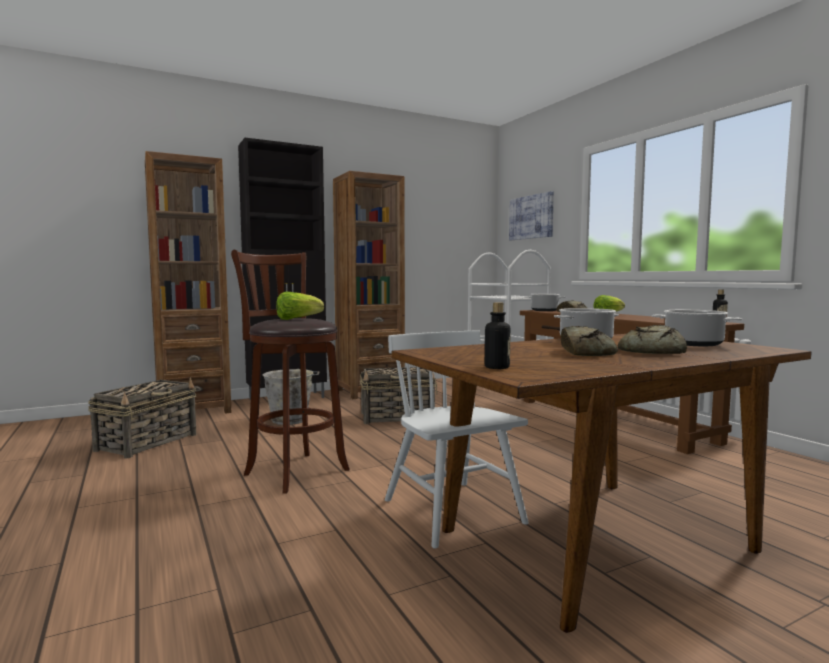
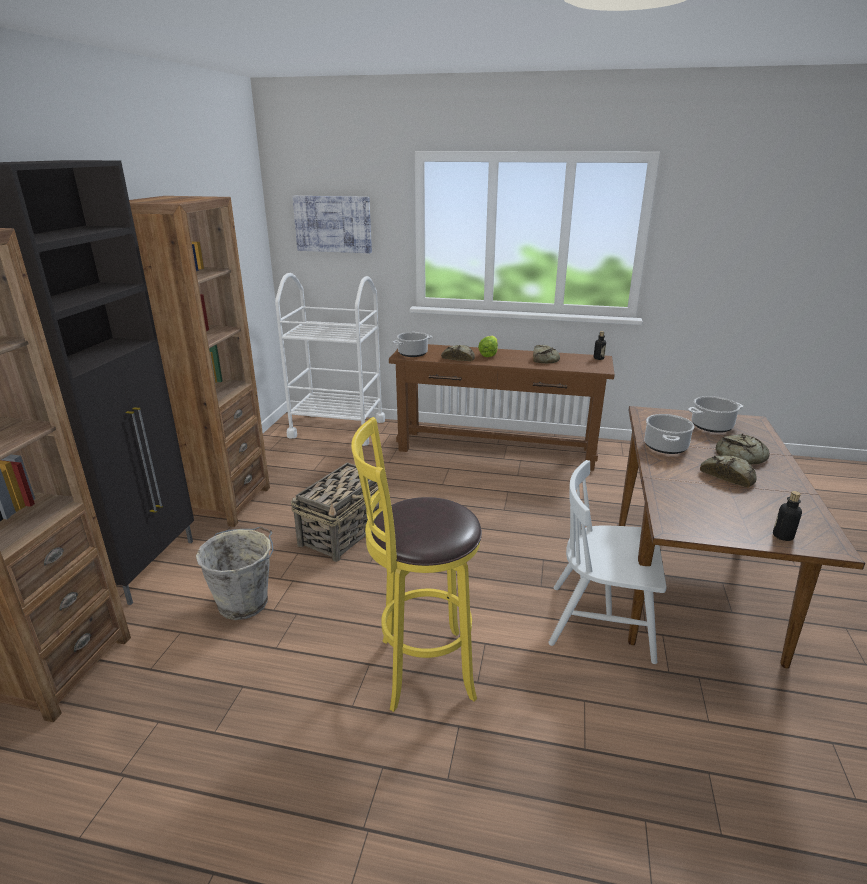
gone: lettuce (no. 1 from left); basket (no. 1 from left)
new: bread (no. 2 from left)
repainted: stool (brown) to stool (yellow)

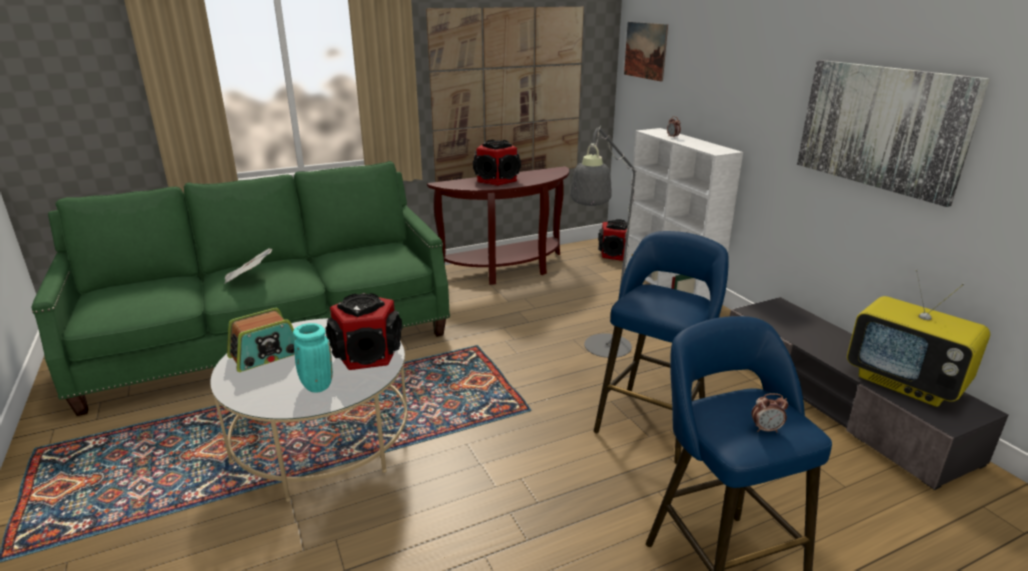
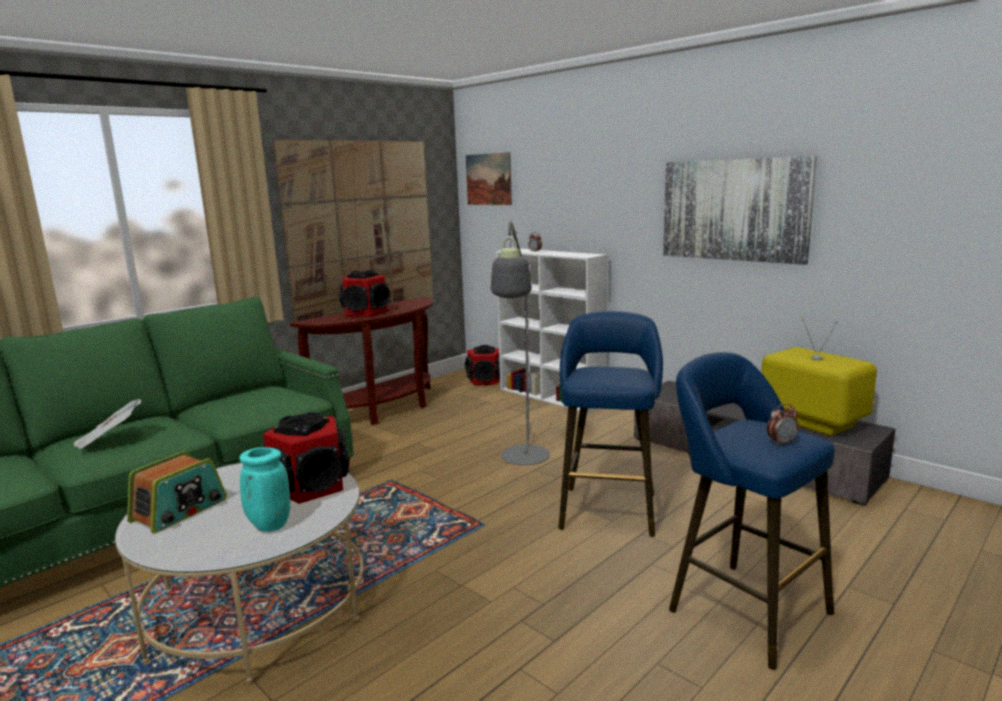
rotated: television 150 degrees counterclockwise

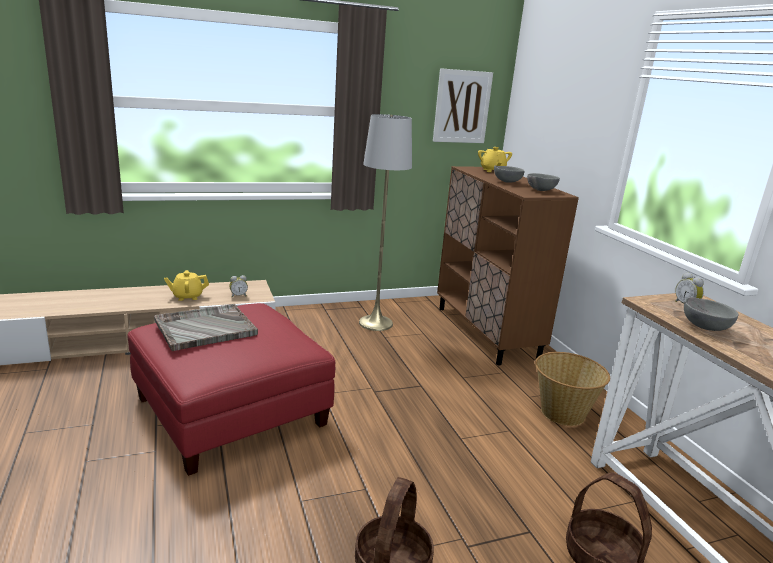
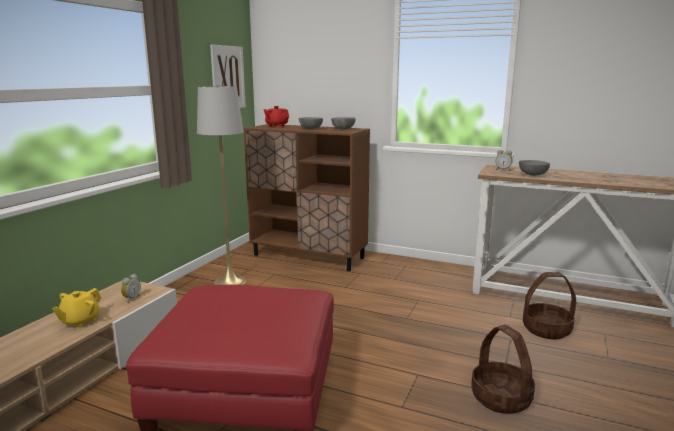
gone: tray (grey); basket (no. 2 from left)
repainted: teapot (yellow) (no. 2 from left) to teapot (red)

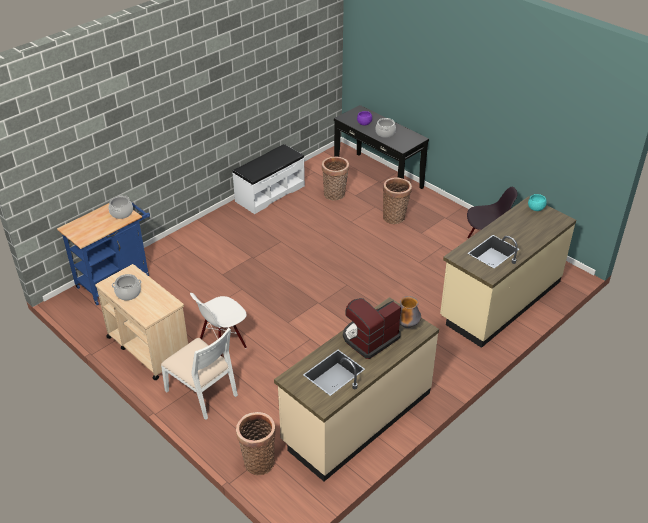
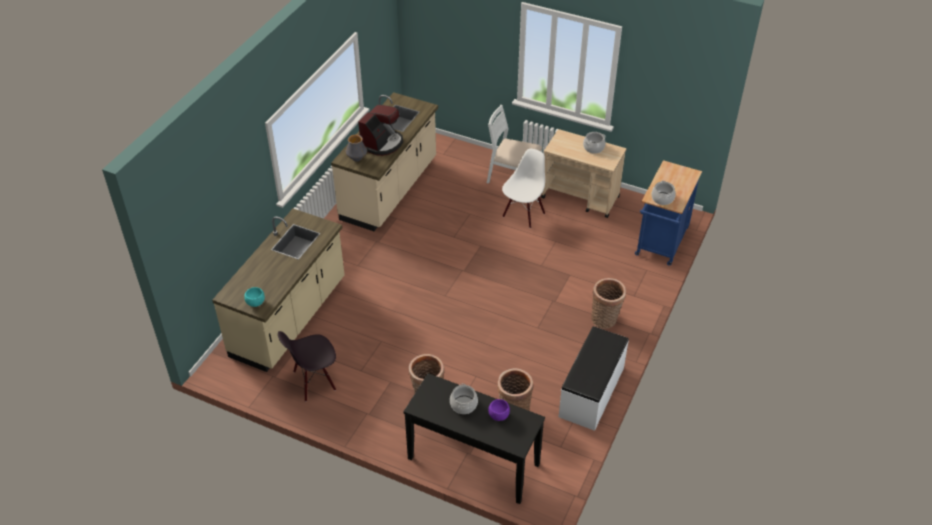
shifted: basket (no. 1 from left in the first image) to basket (no. 3 from left)

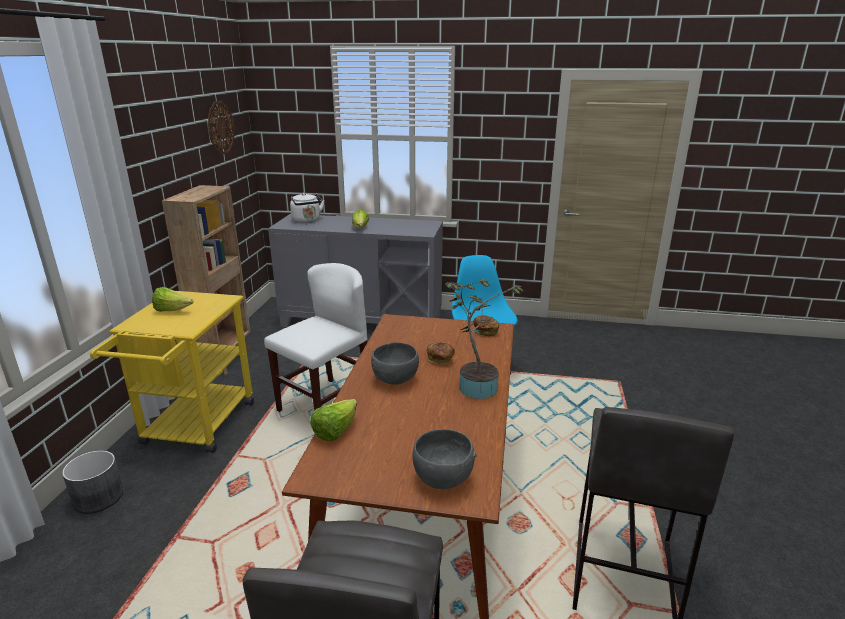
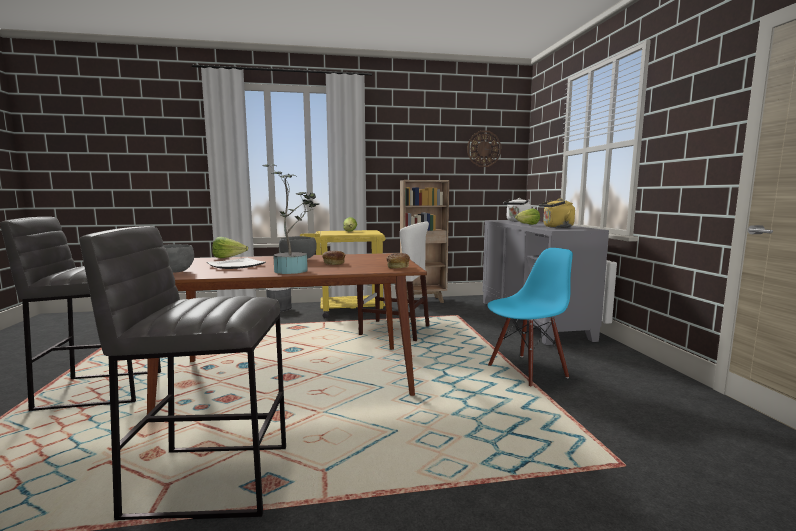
new: kettle (yellow); plate

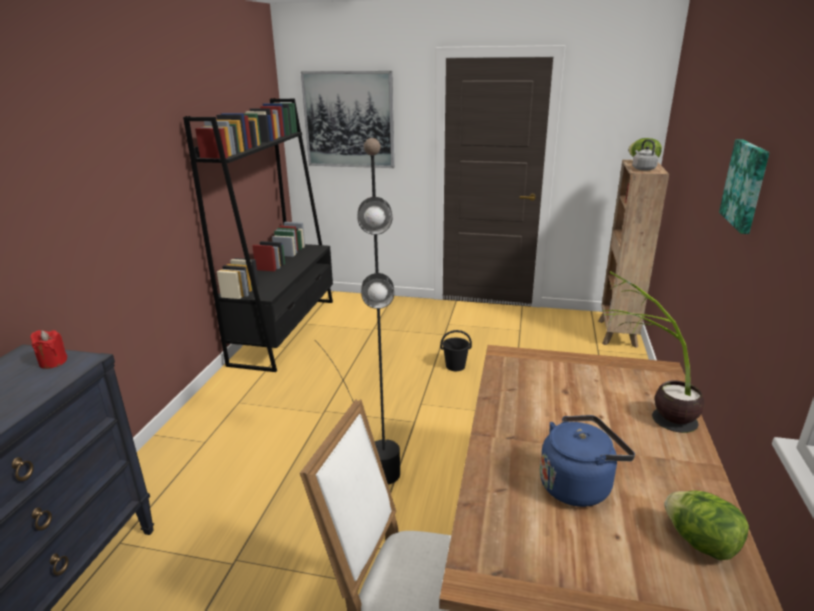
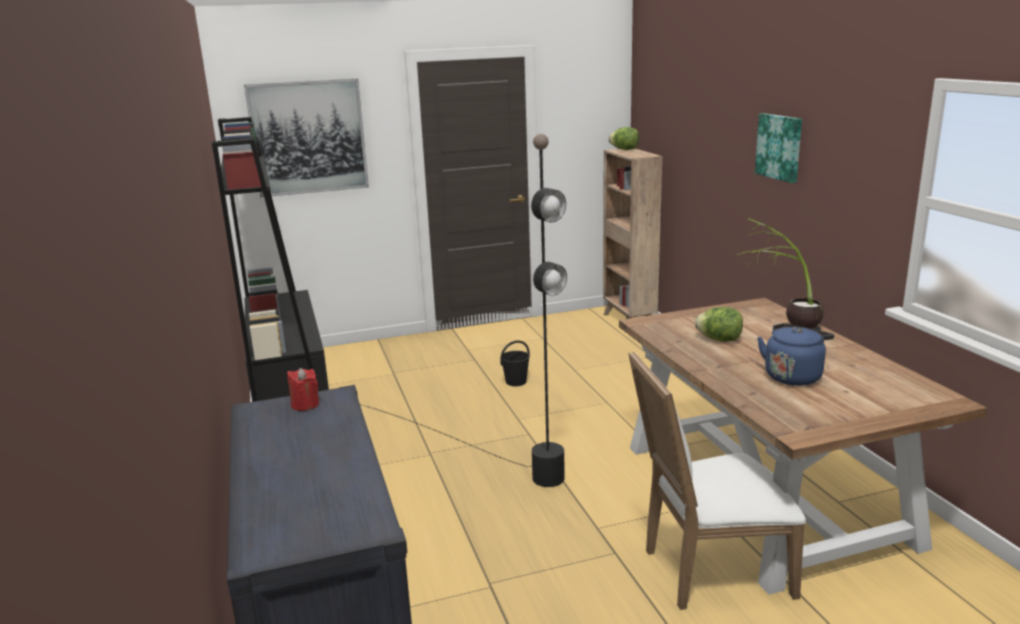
gone: kettle (grey)
shifted: lettuce (no. 2 from left)

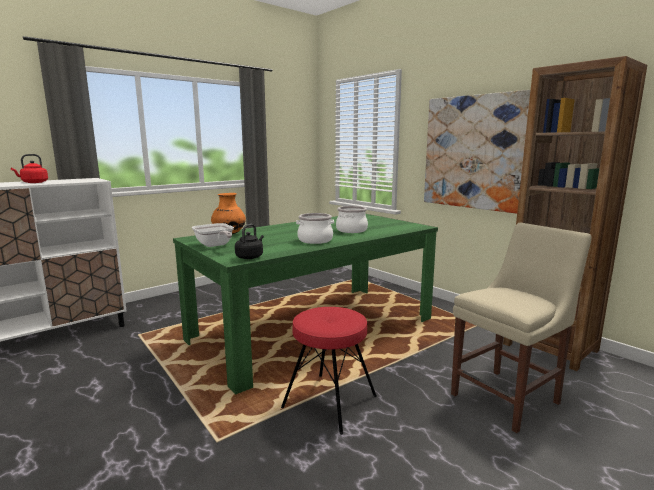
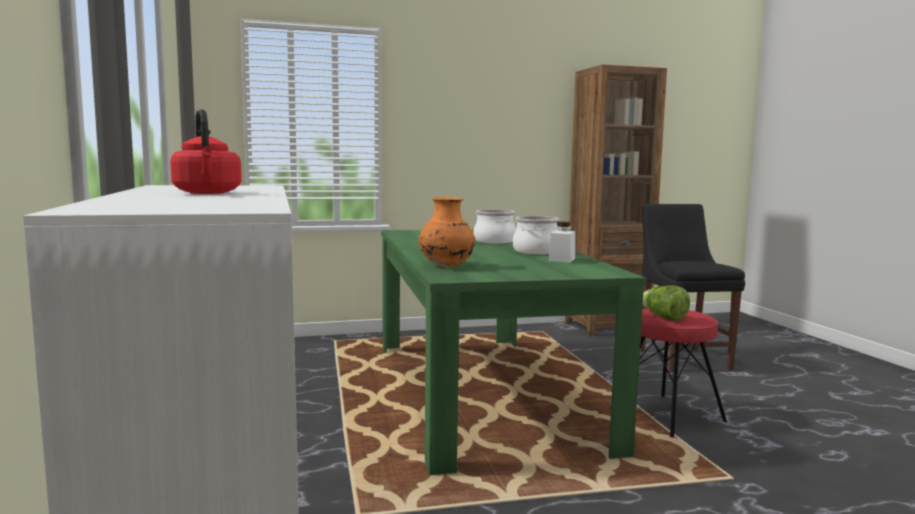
gone: picture; frying pan; kettle (black)
new: jar (white); lettuce
repainted: chair (beige) to chair (black)

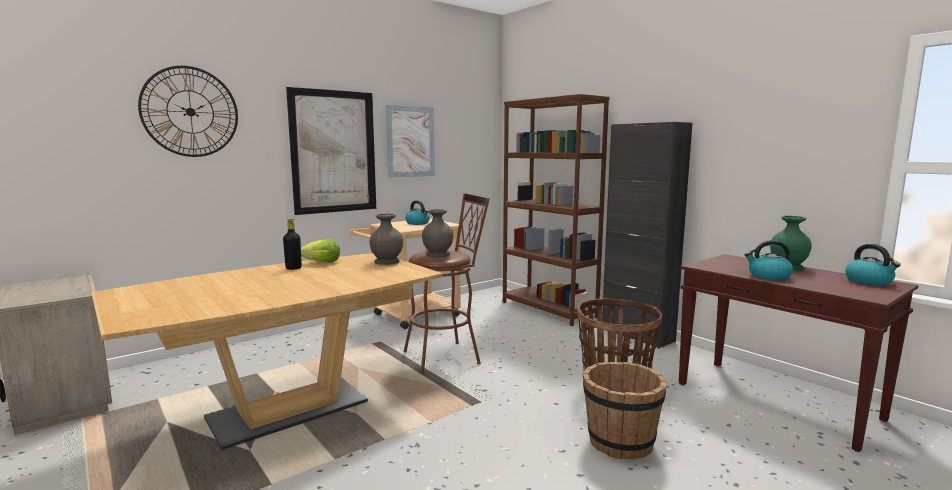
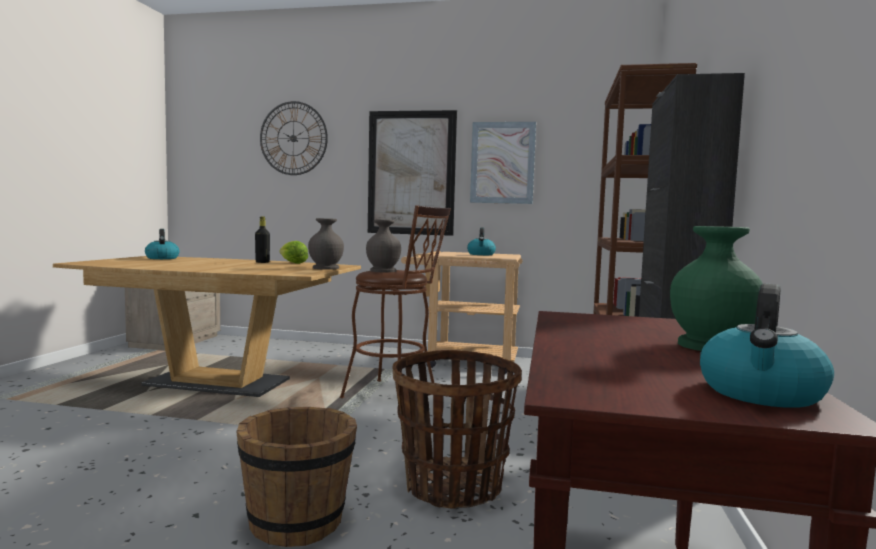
shifted: kettle (no. 2 from left in the first image) to kettle (no. 1 from left)

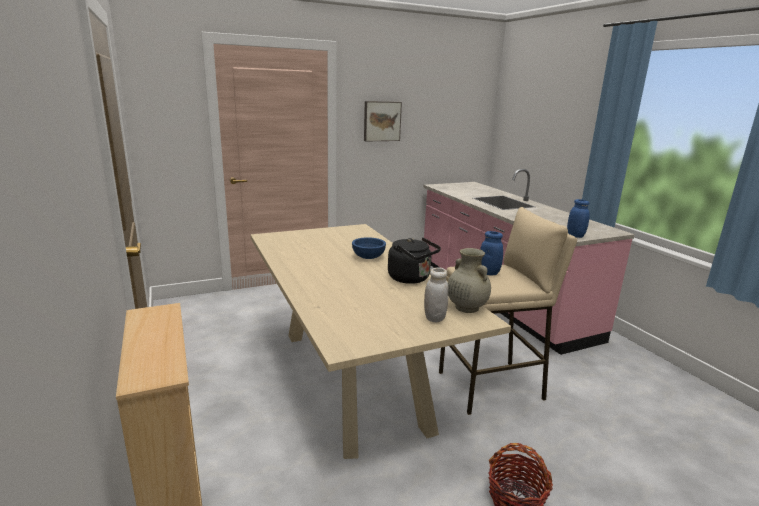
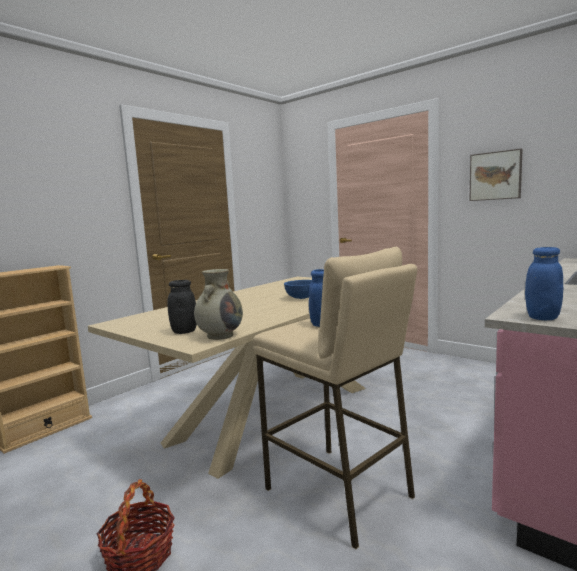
gone: kettle (black)
repainted: jar (white) to jar (black)

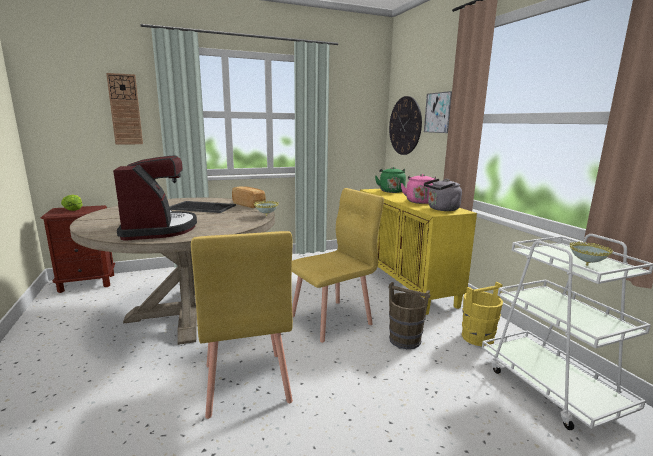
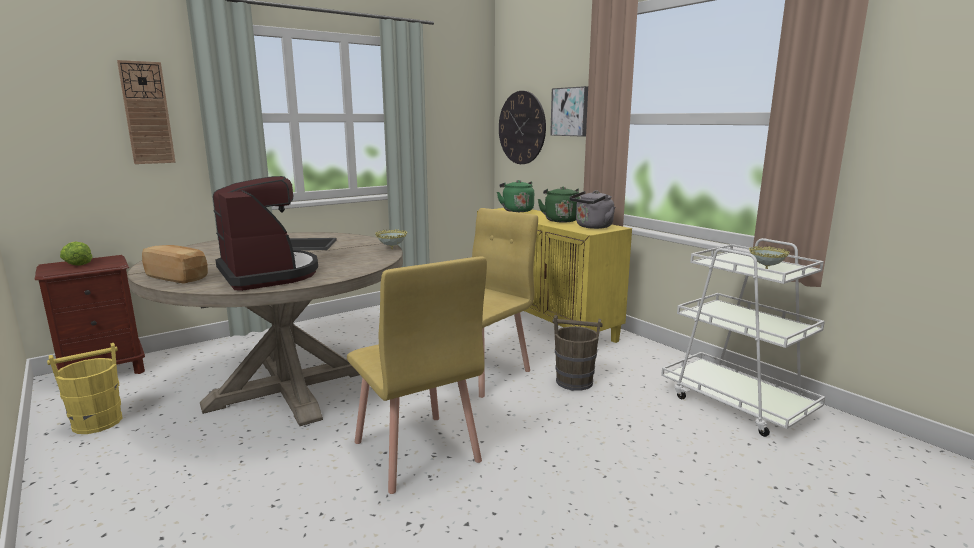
shifted: bread; bucket (yellow)
repainted: kettle (pink) to kettle (green) (no. 2 from left)

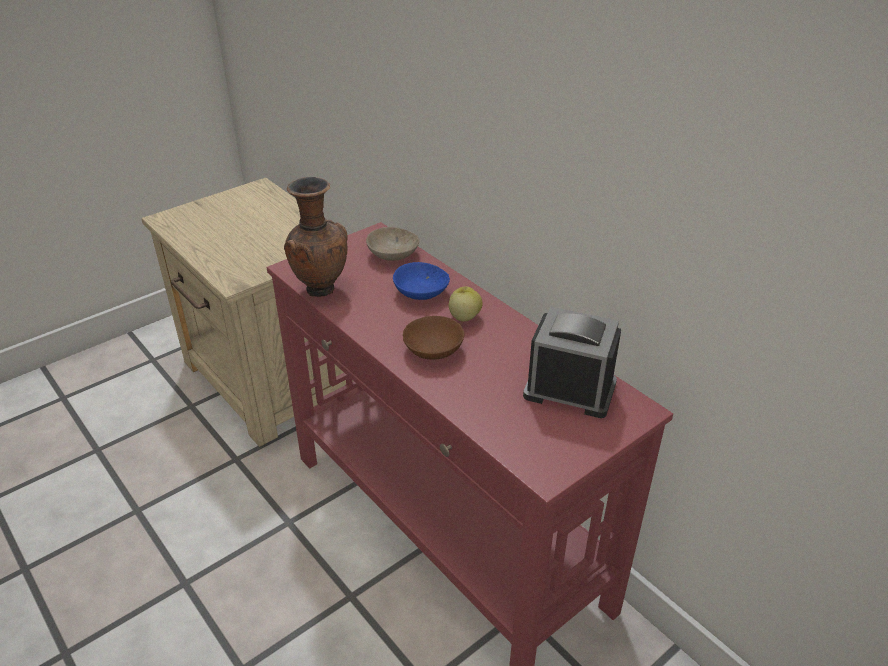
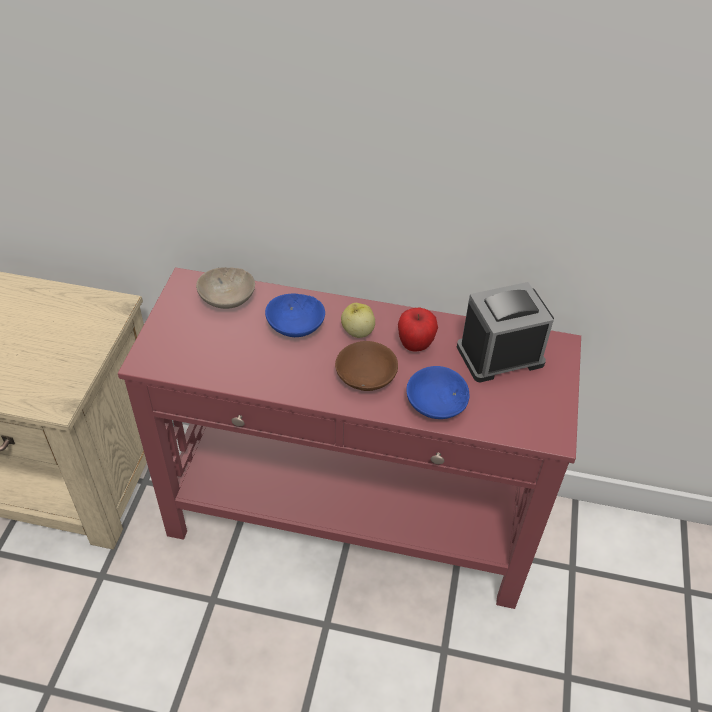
gone: vase (brown)
new: apple (no. 2 from left); bowl (blue) (no. 2 from left)

